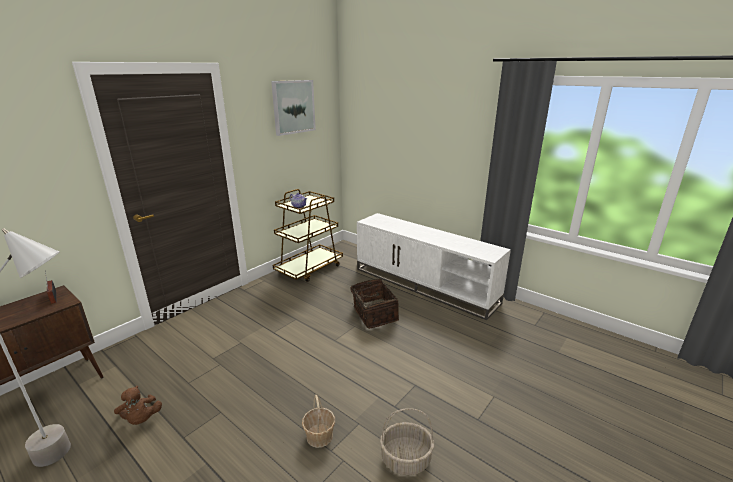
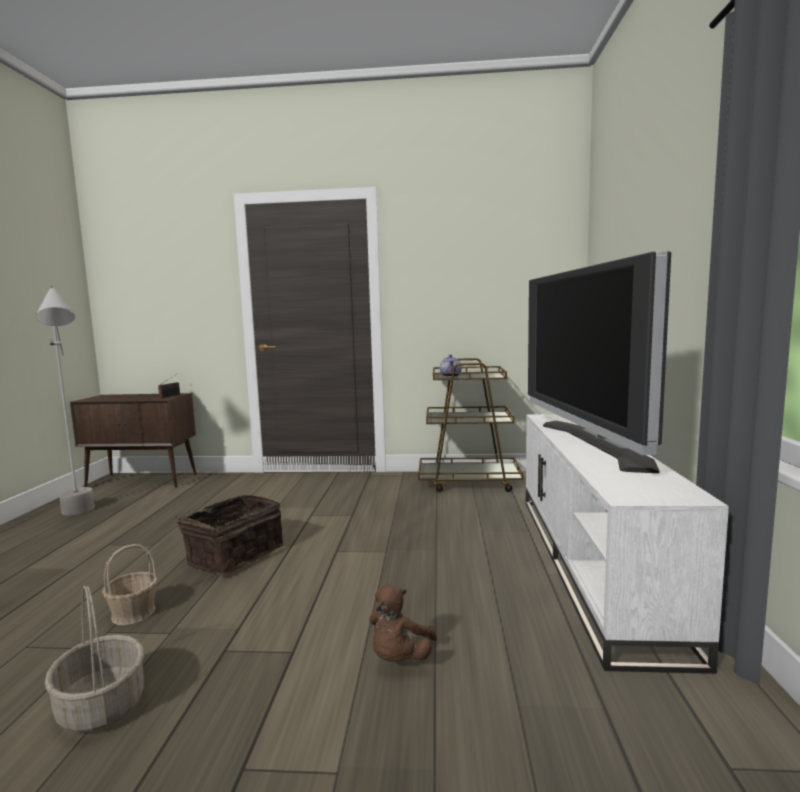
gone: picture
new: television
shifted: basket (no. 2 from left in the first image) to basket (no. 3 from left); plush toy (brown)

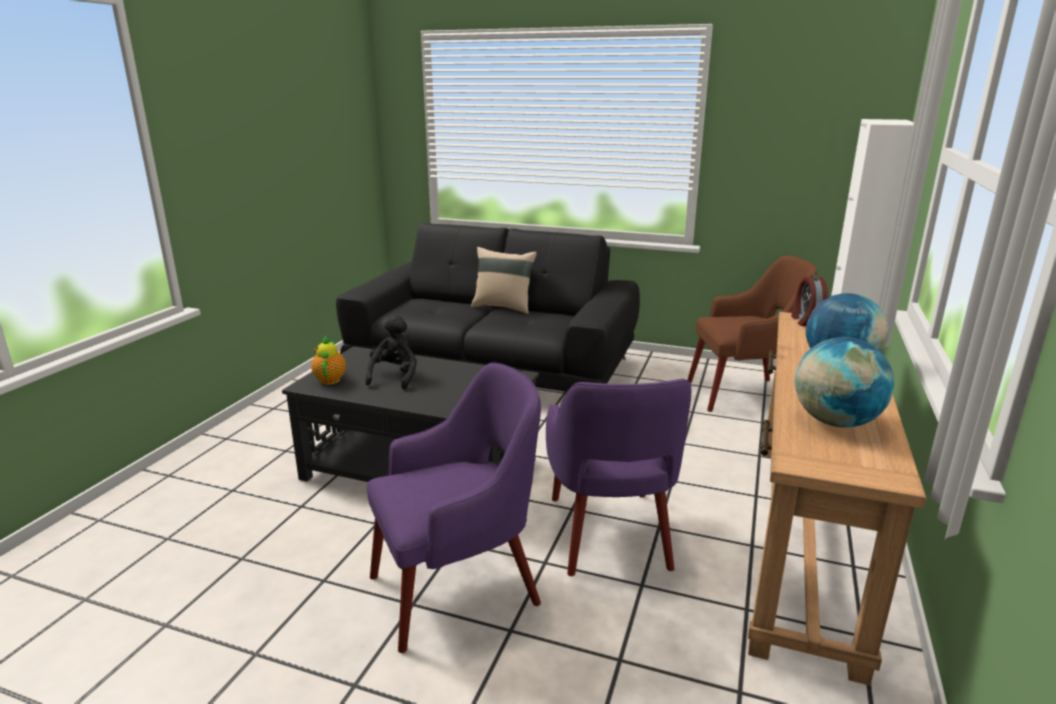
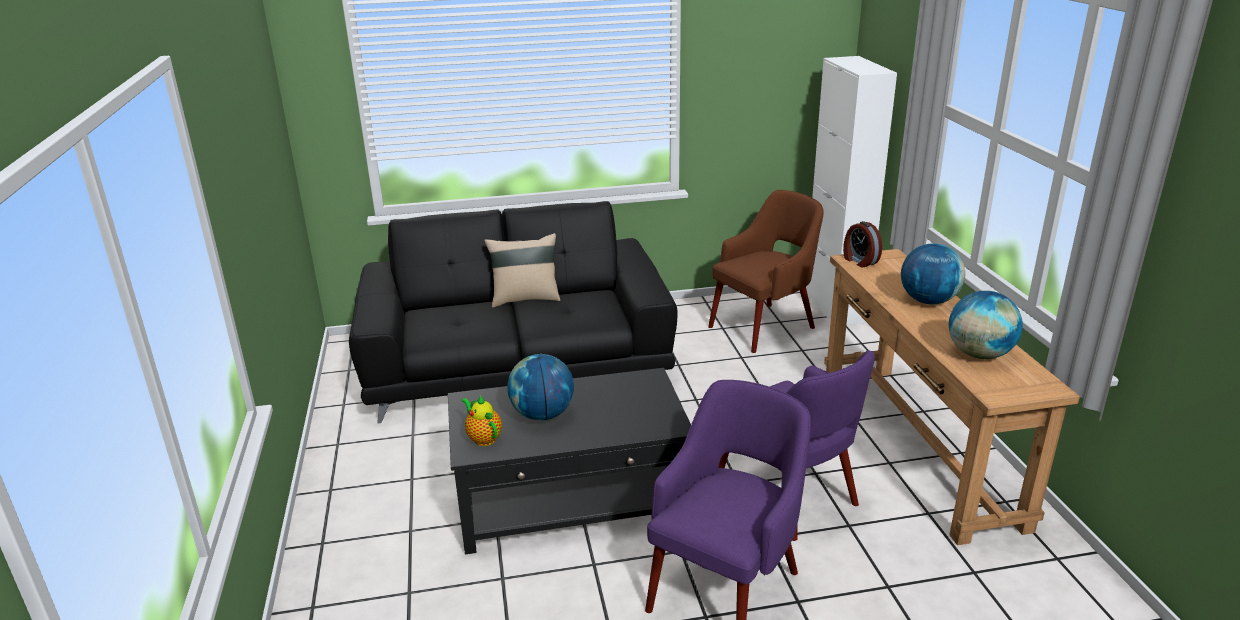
swapped: plush toy (black) to globe (no. 1 from left)

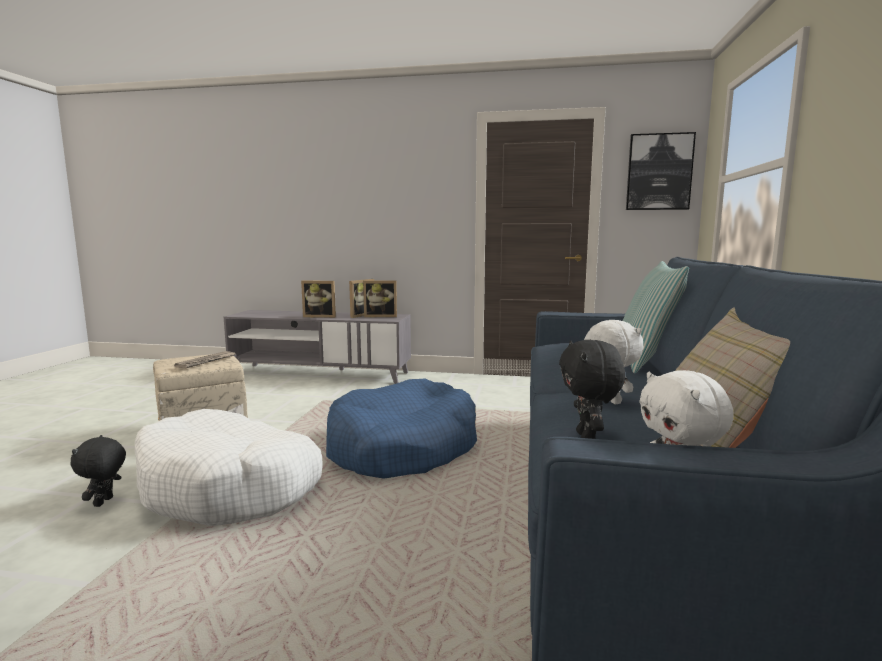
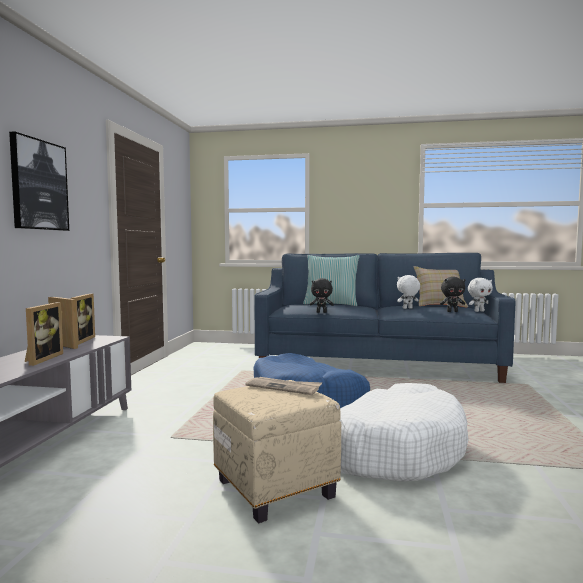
shifted: picture; plush toy (black) (no. 1 from left)

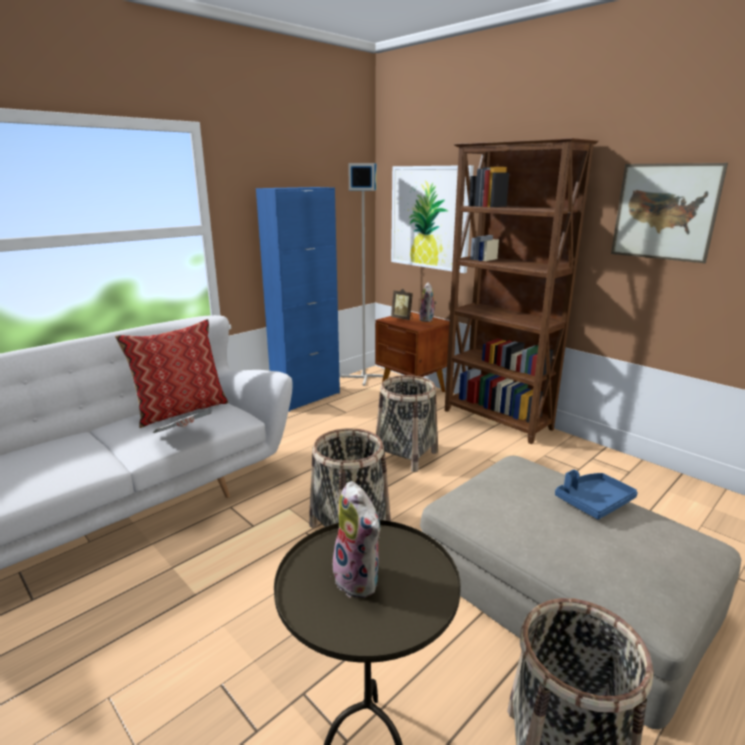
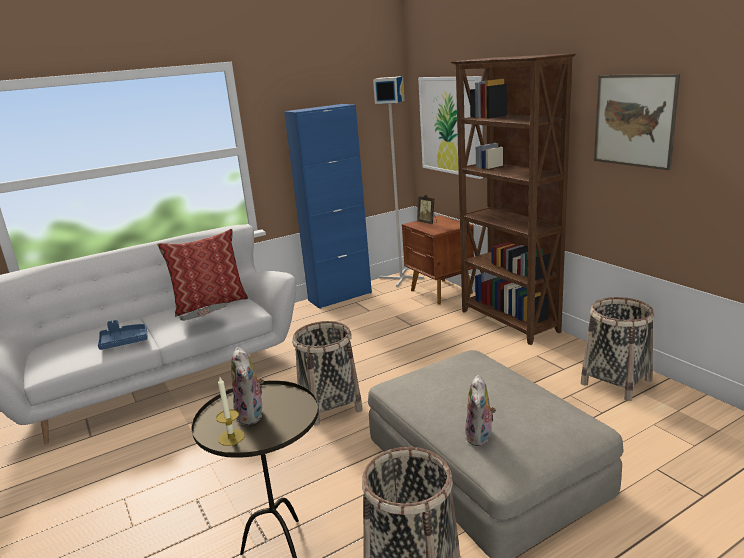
new: candle
shifted: plush toy (no. 2 from left); basket (no. 2 from left in the first image) to basket (no. 3 from left); tray (blue)

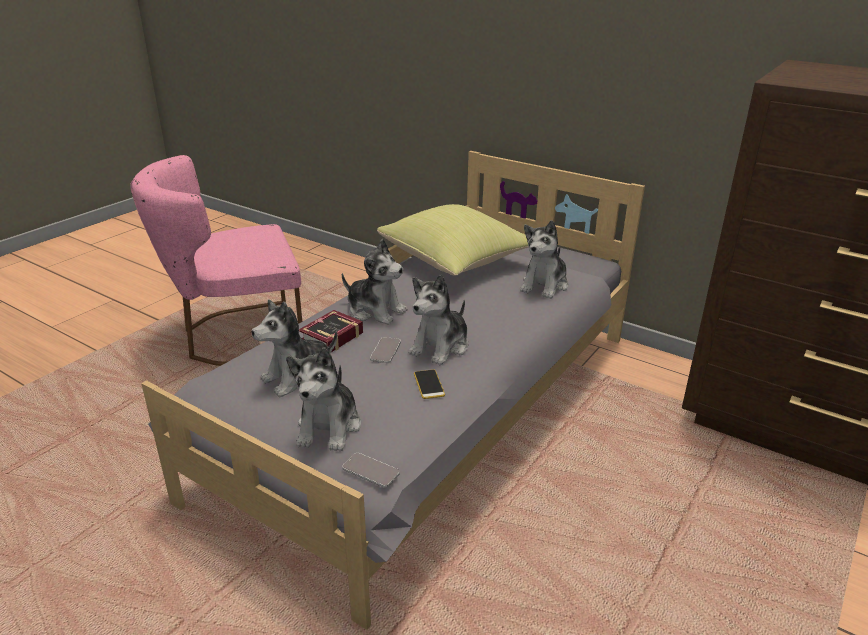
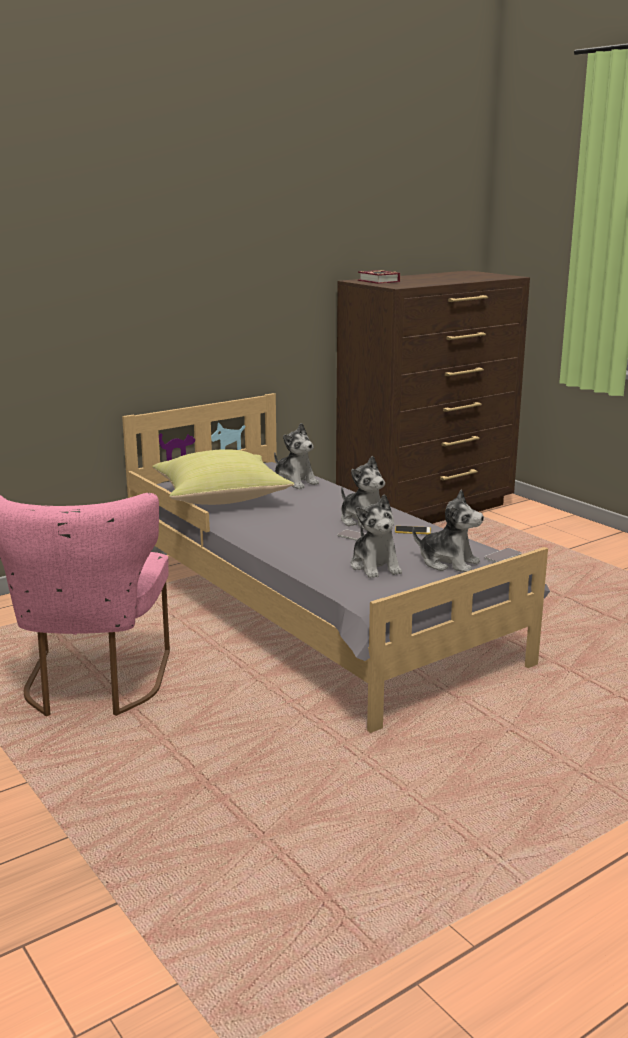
gone: plush toy (no. 3 from left)
shifted: book

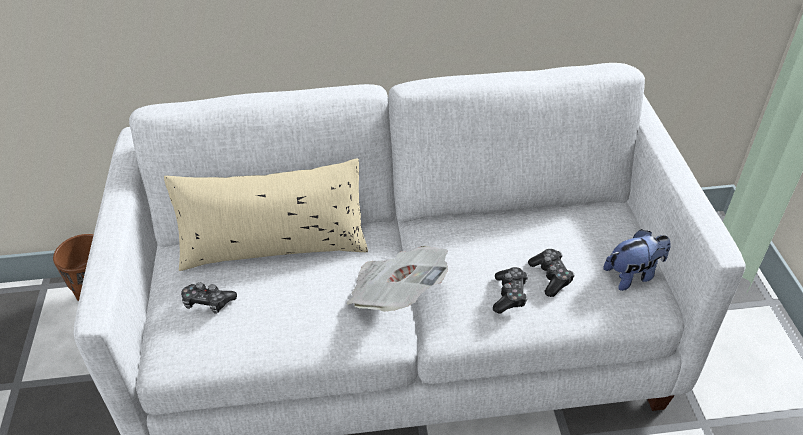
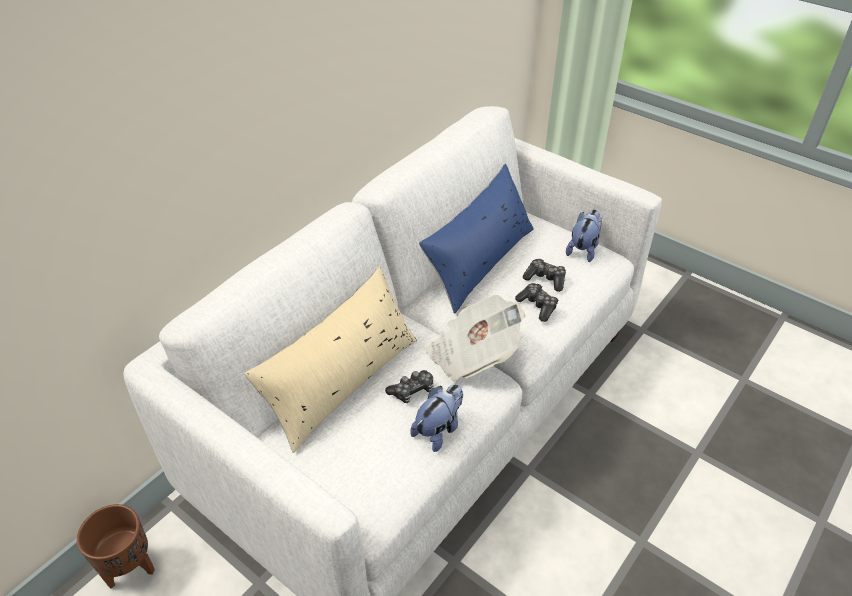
new: pillow (blue); plush toy (no. 1 from left)
shifted: game controller (no. 1 from left)

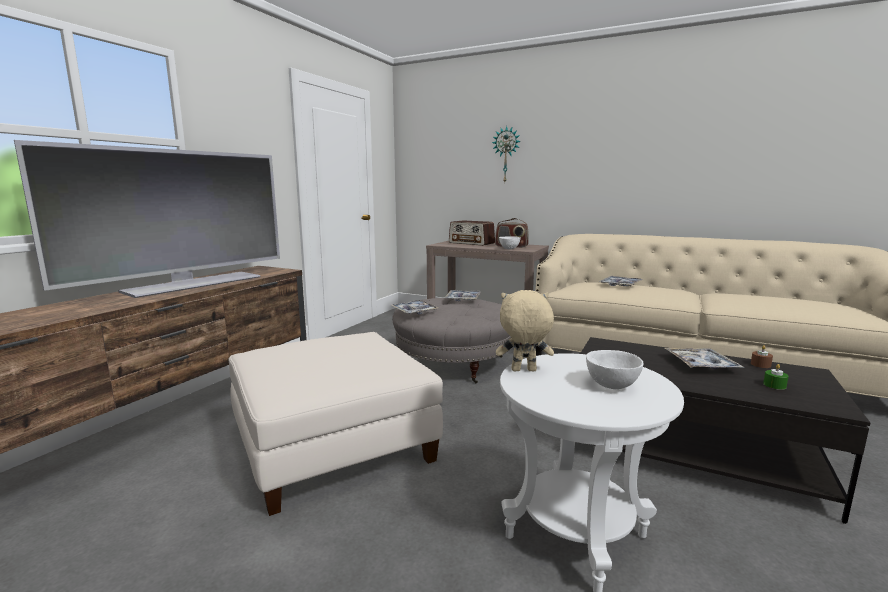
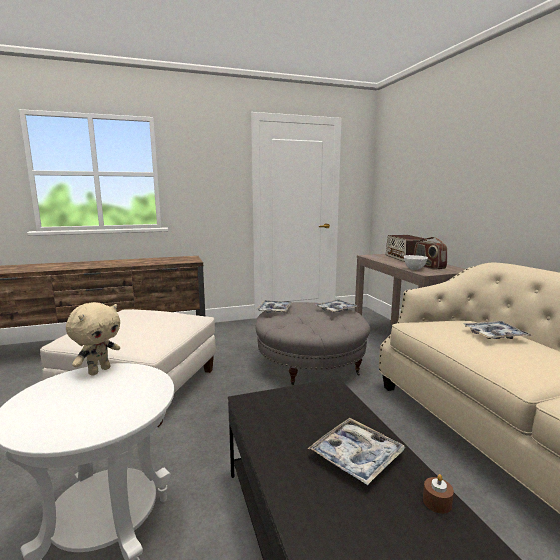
gone: wall clock; television; bowl (white) (no. 2 from left); candle (green)
rotated: plush toy (beige) 75 degrees clockwise

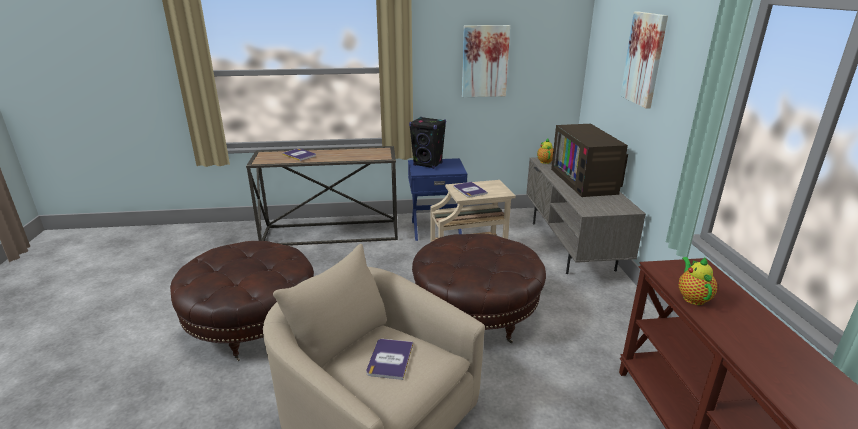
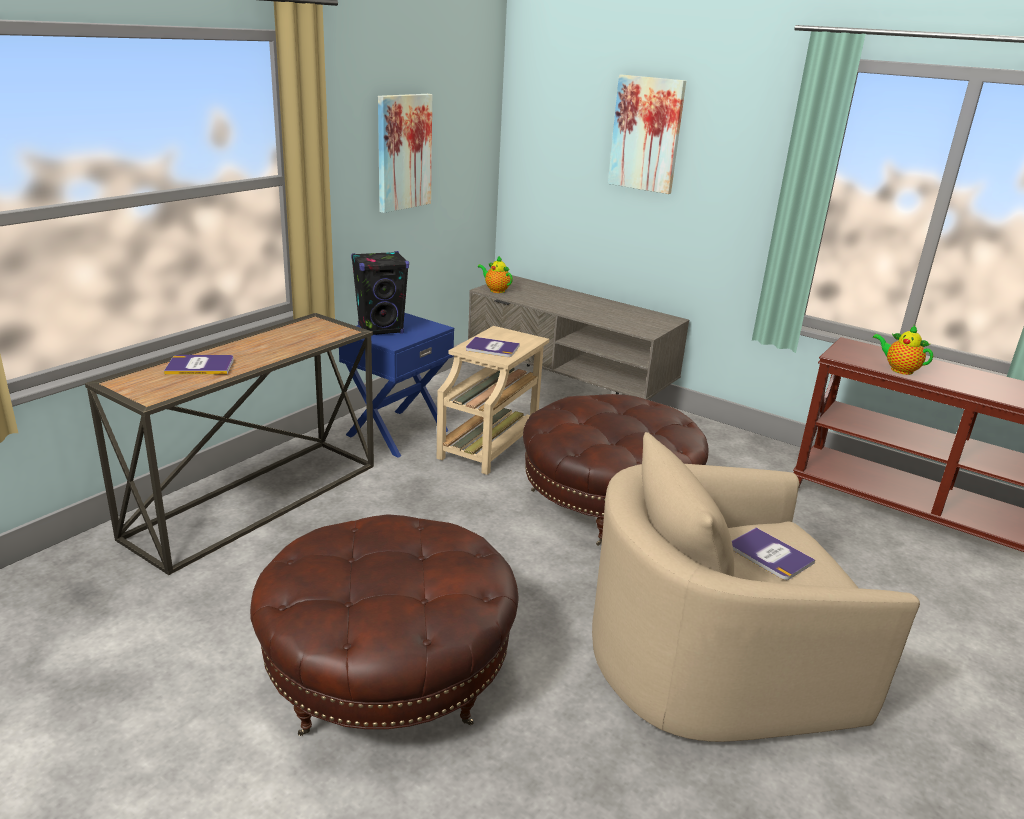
gone: television

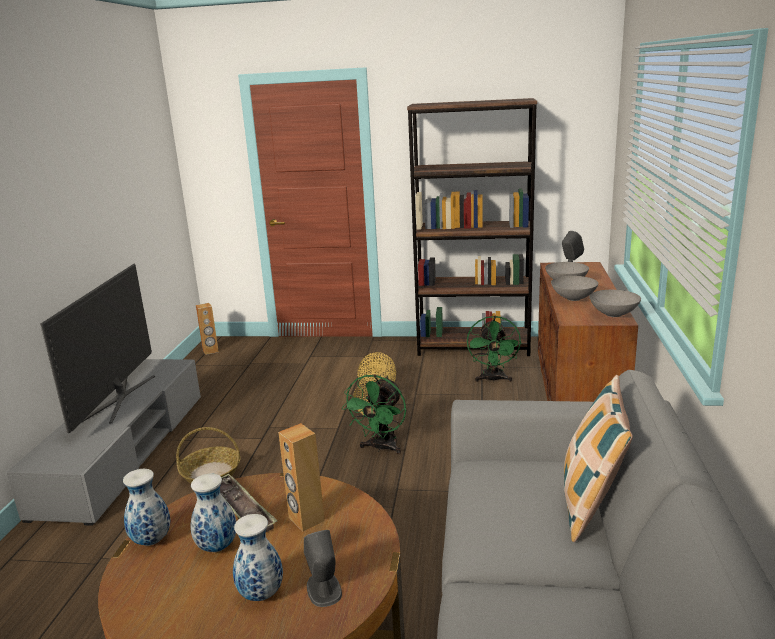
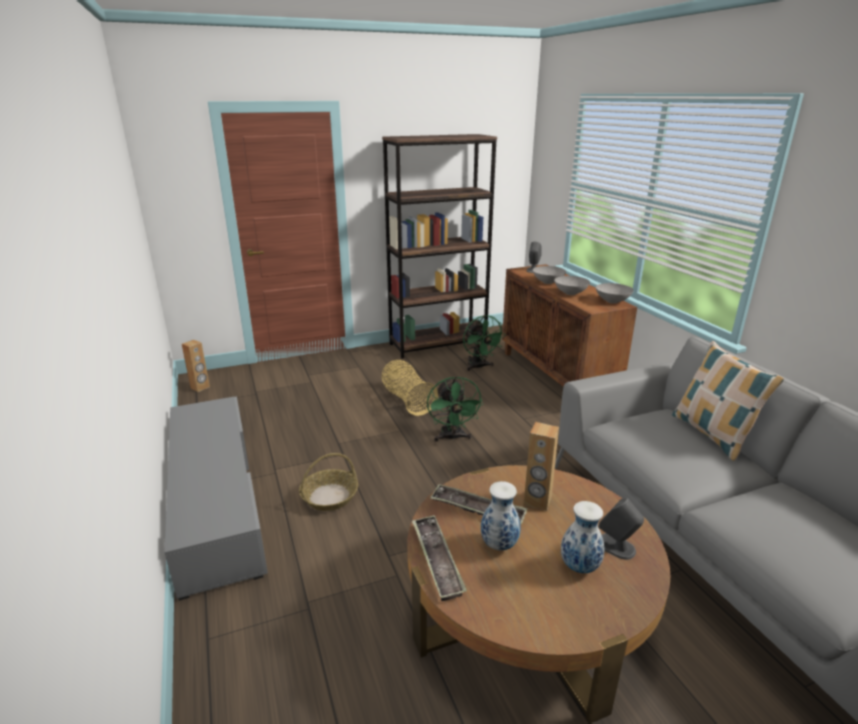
gone: television
swapped: vase (no. 1 from left) to tray (no. 1 from left)

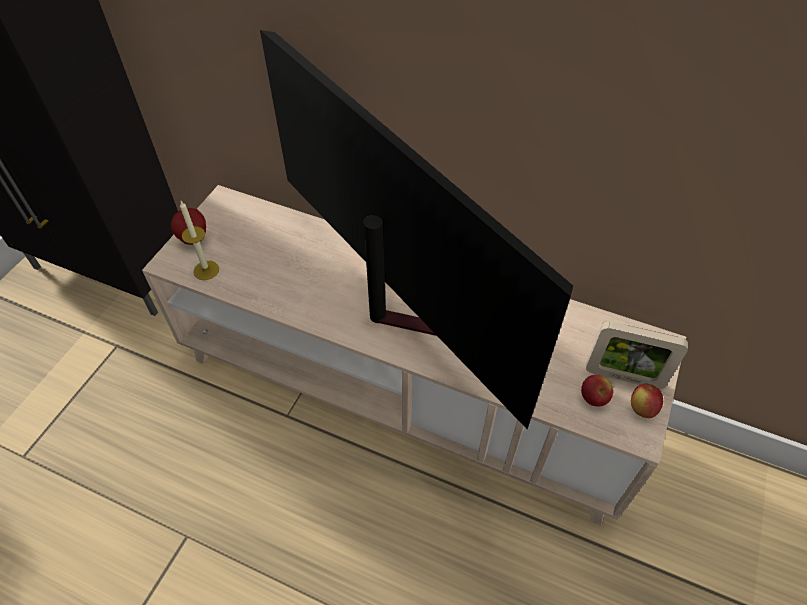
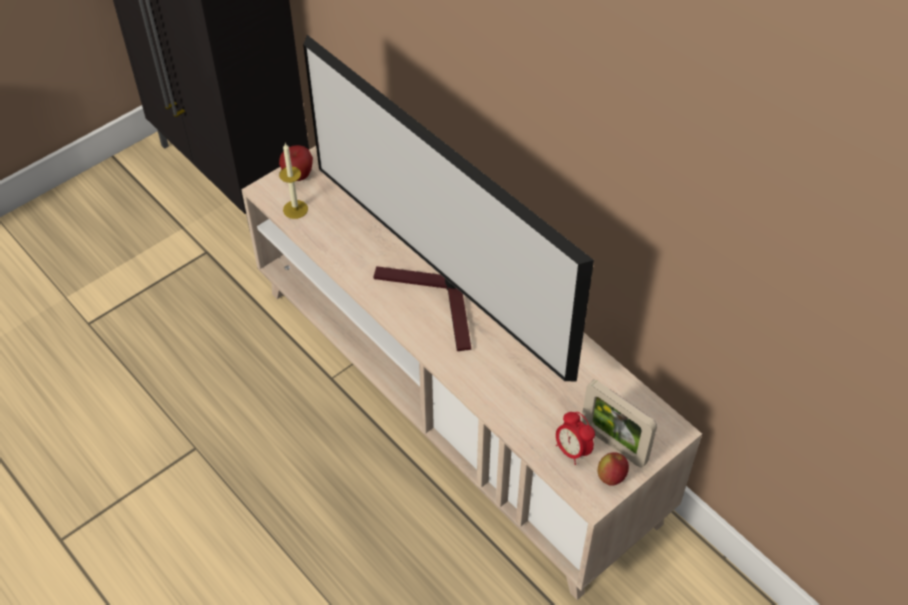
swapped: apple (no. 2 from left) to alarm clock
rotated: television 150 degrees clockwise

